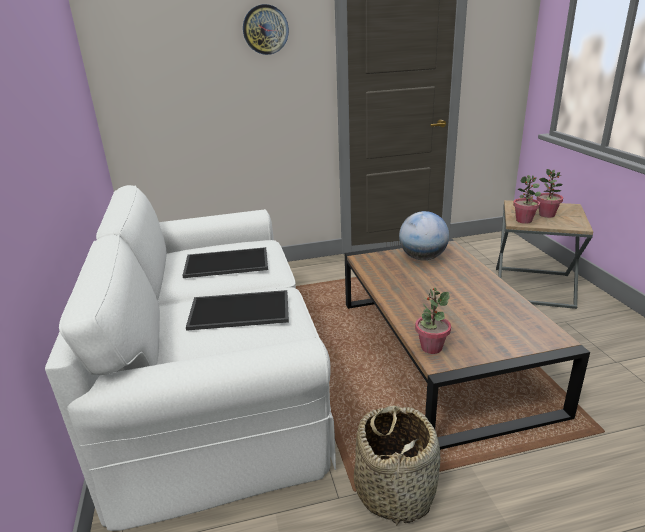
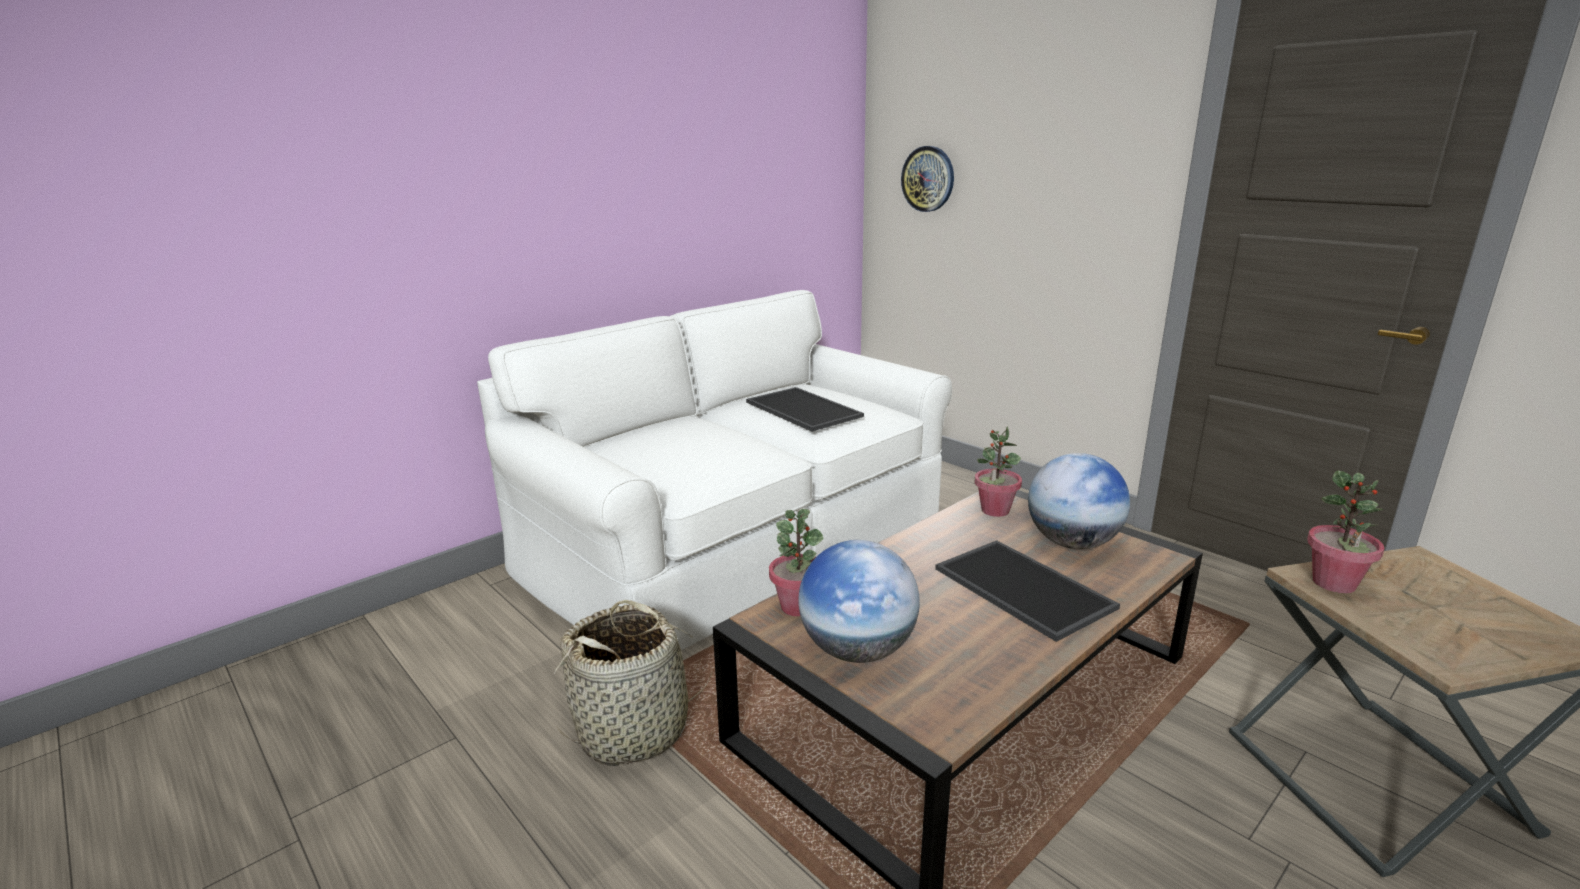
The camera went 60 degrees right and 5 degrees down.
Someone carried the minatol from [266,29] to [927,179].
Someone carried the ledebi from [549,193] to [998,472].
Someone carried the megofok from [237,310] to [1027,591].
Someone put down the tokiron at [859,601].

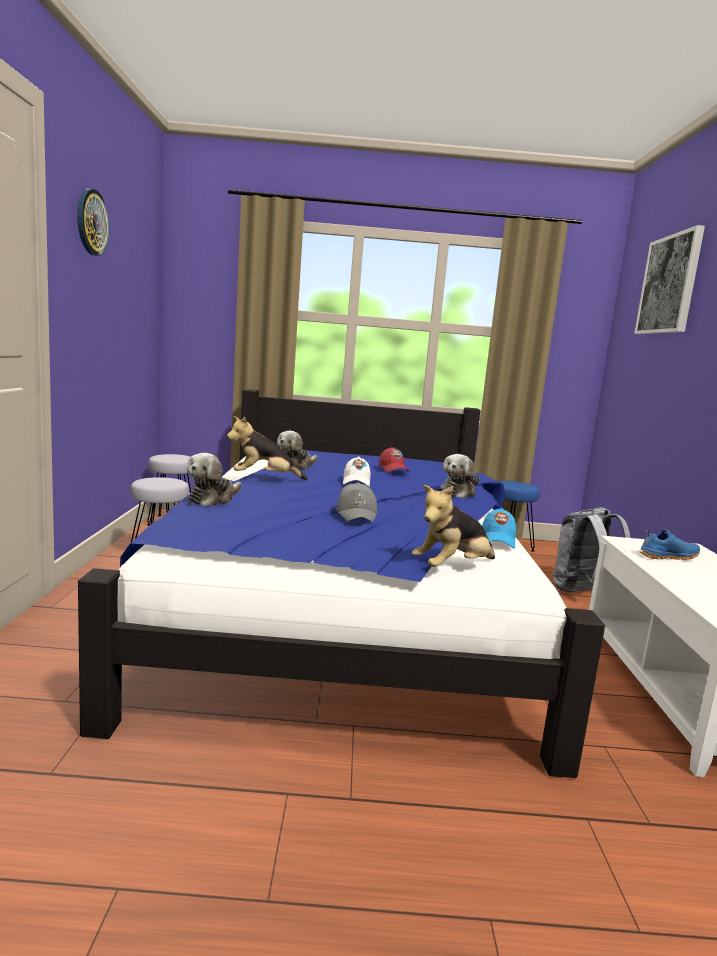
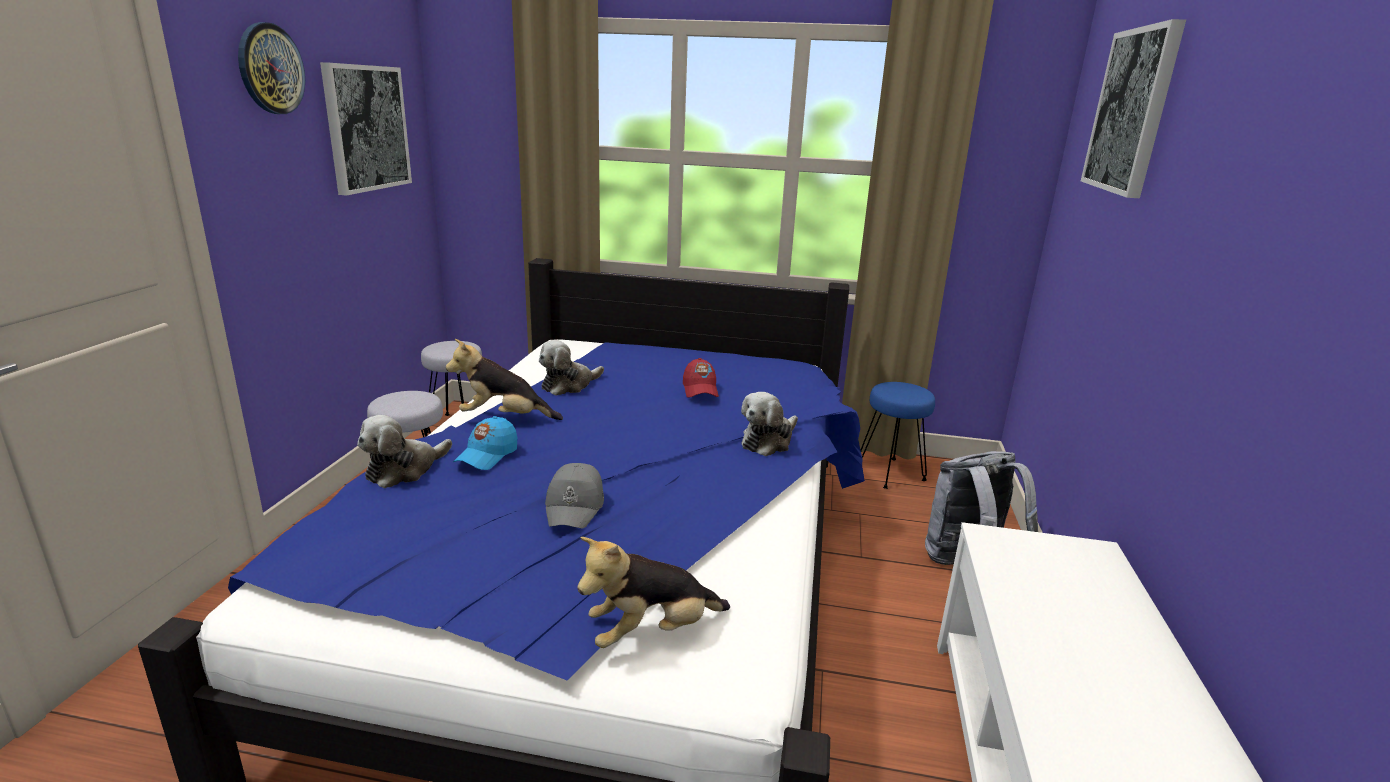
The camera went 10 degrees right and 10 degrees up.
Someone took away the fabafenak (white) at [357,471].
Someone carried the fabafenak (blue) from [499,528] to [485,443].
Someone took away the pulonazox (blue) at [669,545].
Someone put up the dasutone at [366,128].

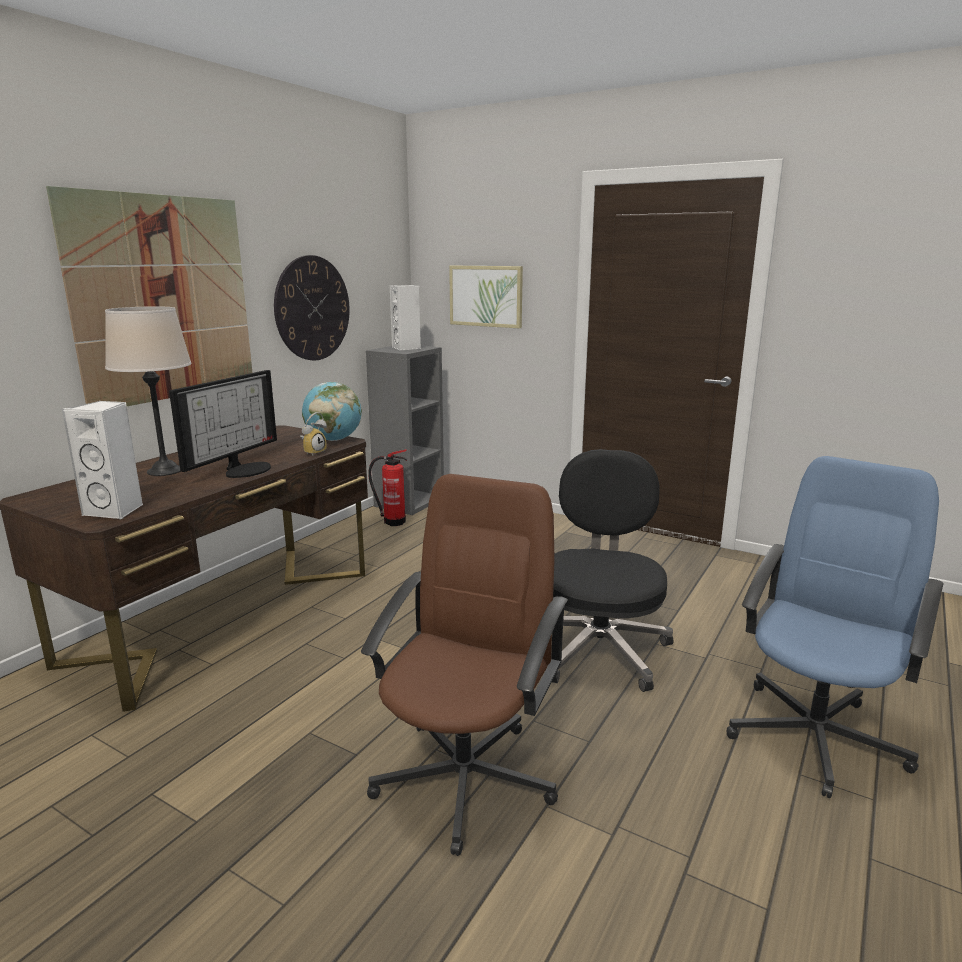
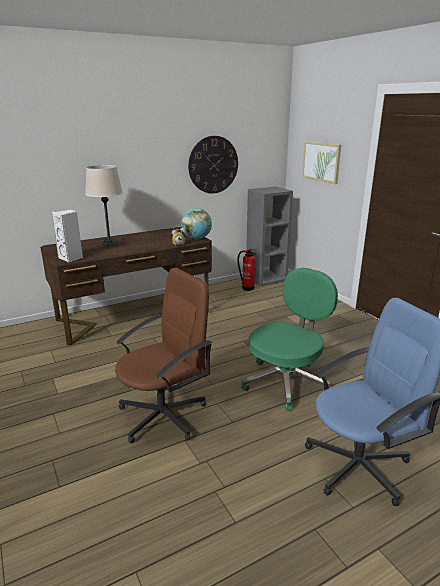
The camera went 30 degrees right and 5 degrees up.
Someone took away the dasutone at [149,296].
Someone took away the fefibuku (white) at [405,318].
Someone took away the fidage at [223,424].
Someone repainted the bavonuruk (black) at [613,570], which became the bavonuruk (green) at [289,339].

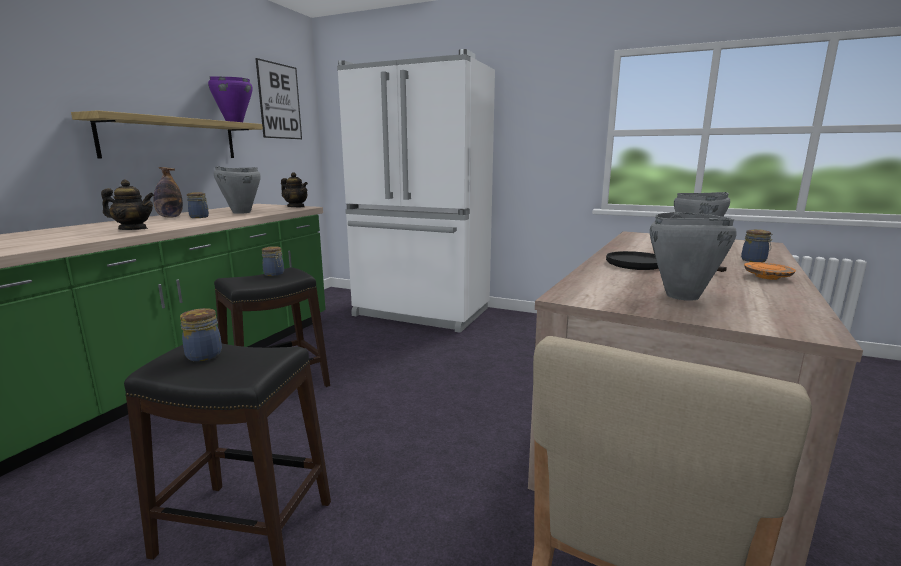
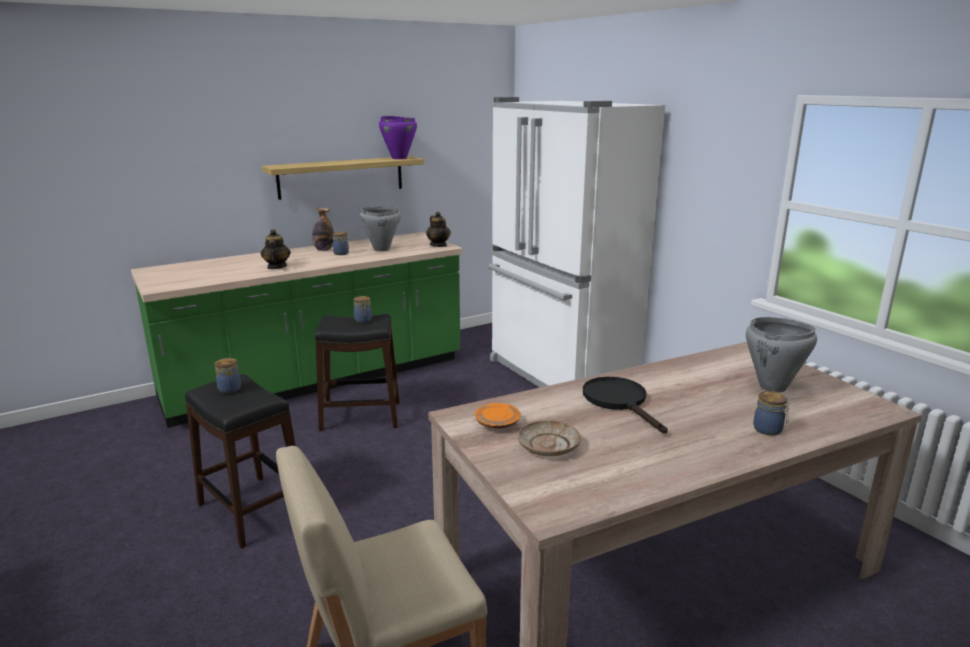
The camera went 35 degrees right and 5 degrees up.
Someone took away the dasutone at [278,98].
Someone rotated the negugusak at [127,205] by 135 degrees counterclockwise.
Someone swapped the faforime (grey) at [693,256] for the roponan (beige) at [549,438].
Someone carried the roponan (orange) from [770,271] to [497,416].

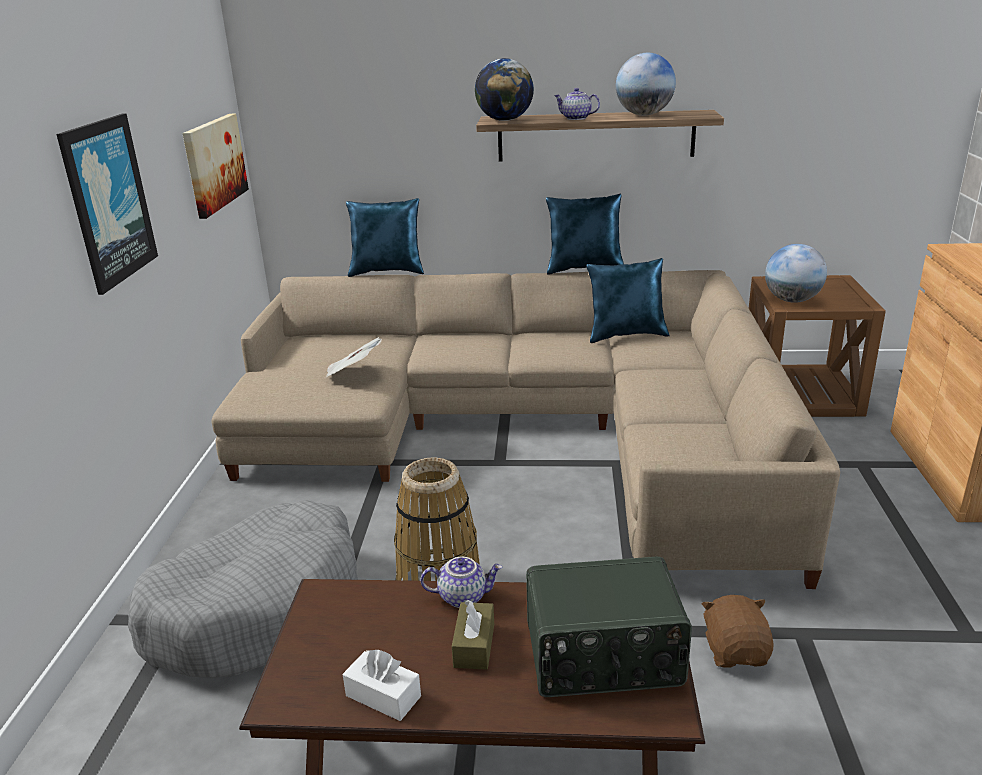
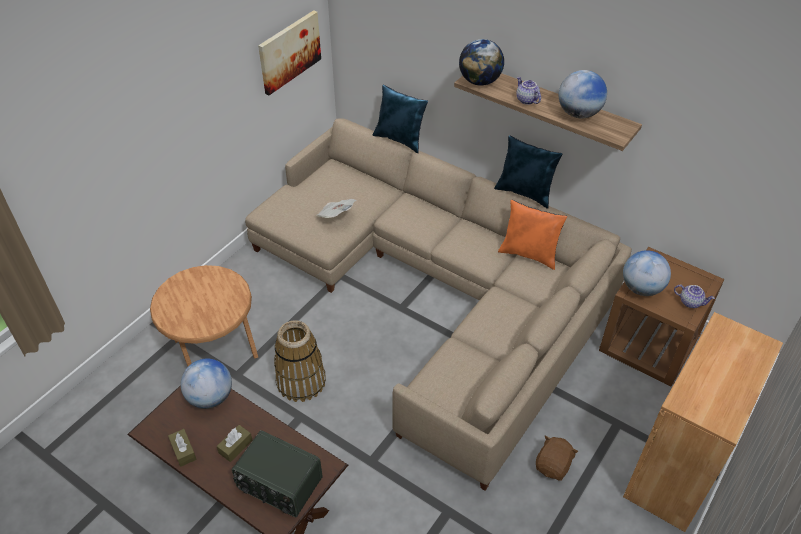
The camera went 30 degrees right and 20 degrees up.
Someone took away the dasutone at [107,204].
Someone repainted the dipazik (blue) at [628,300], which became the dipazik (orange) at [532,235].
Someone swapped the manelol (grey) at [243,589] for the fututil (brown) at [204,315].
Someone carried the negugusak from [461,582] to [694,296].
Someone carried the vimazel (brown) from [738,631] to [557,458].
Someone repainted the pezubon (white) at [382,685], which became the pezubon (brown) at [182,448].
Someone put down the tokiron at [206,384].

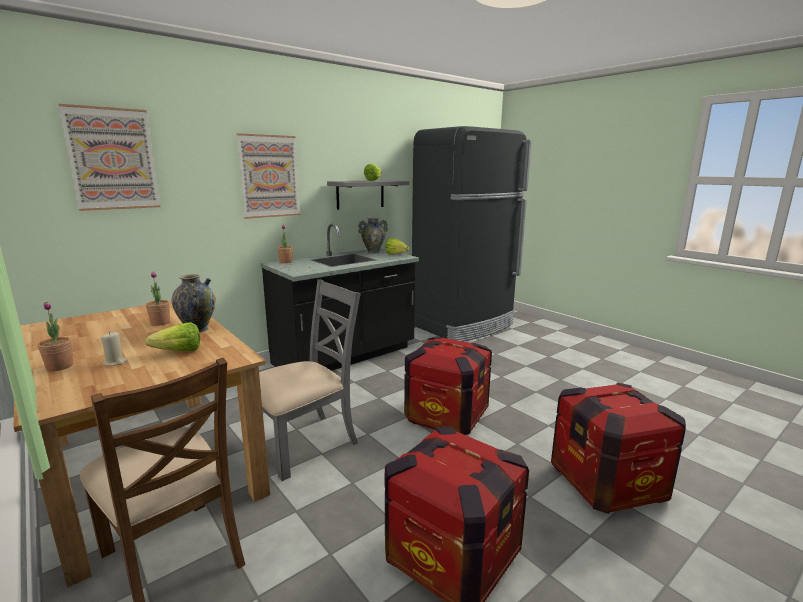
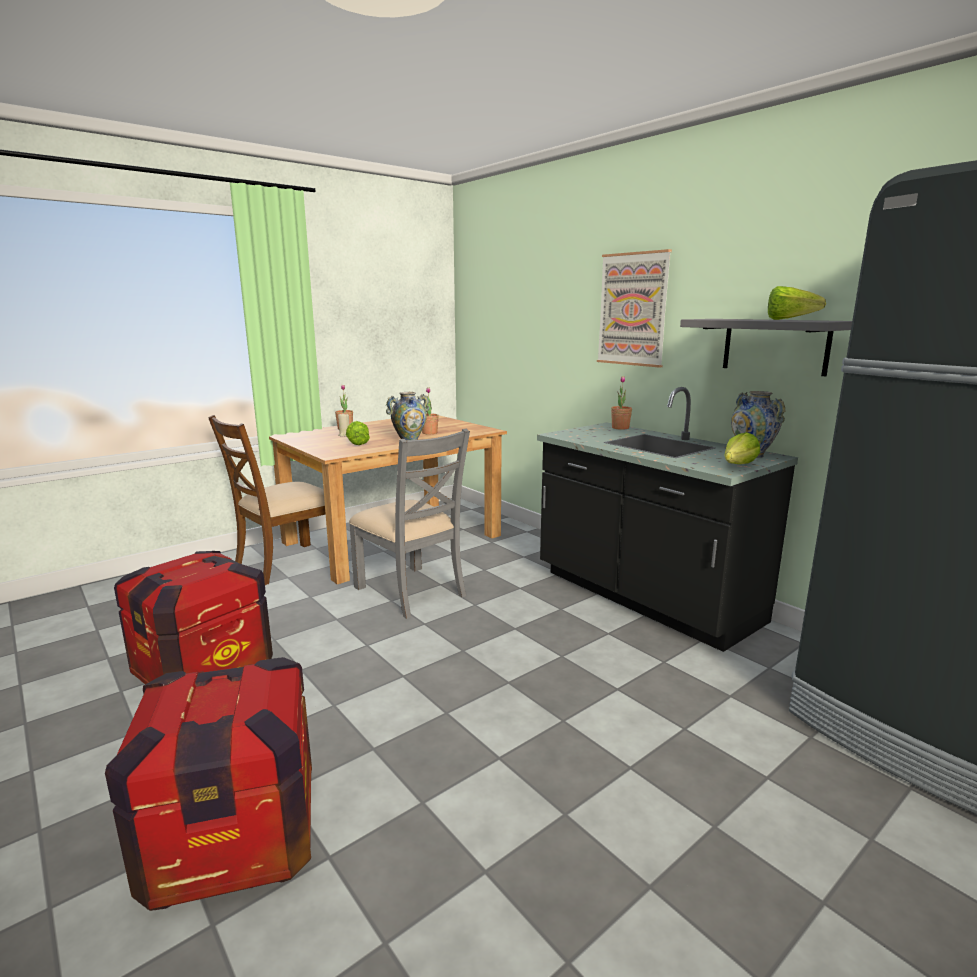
The camera went 90 degrees right and 0 degrees up.
Someone took away the dasutone at [109,157].
Someone took away the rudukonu at [448,386].

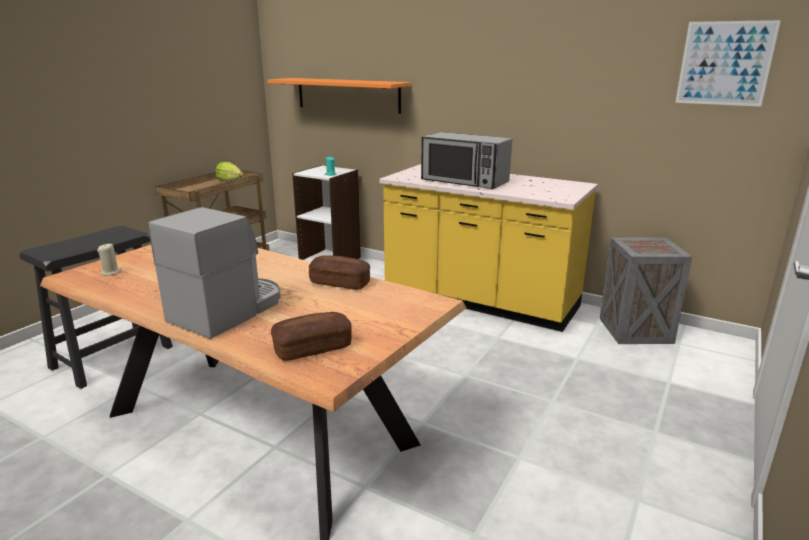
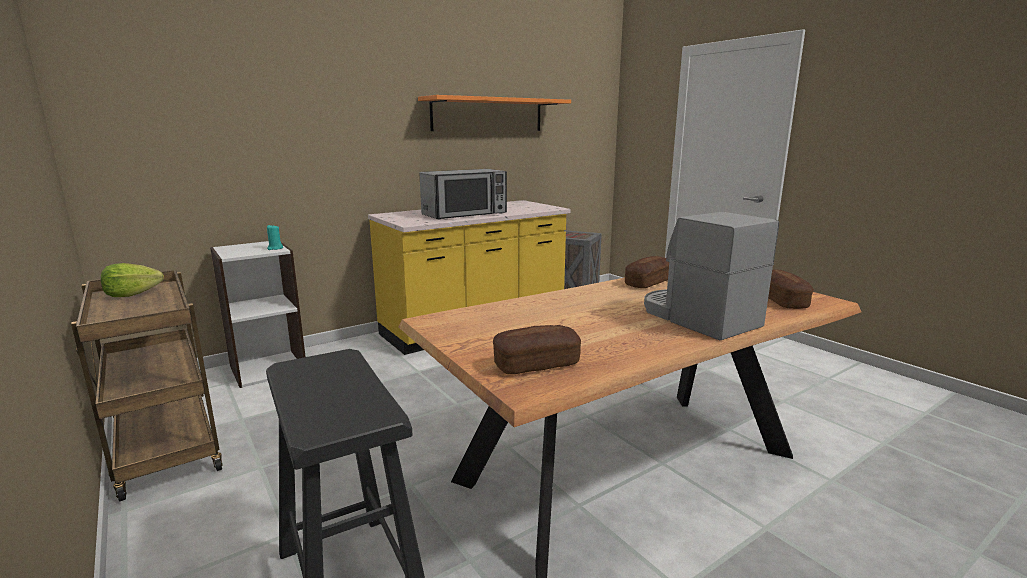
The camera went 65 degrees left and 5 degrees down.
Someone took away the dasutone at [728,63].
Someone carried the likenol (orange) from [339,96] to [494,113].
Someone swapped the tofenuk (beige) at [109,259] for the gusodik at [537,349].

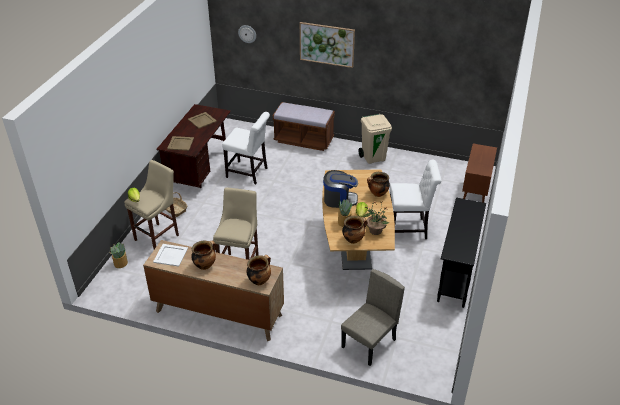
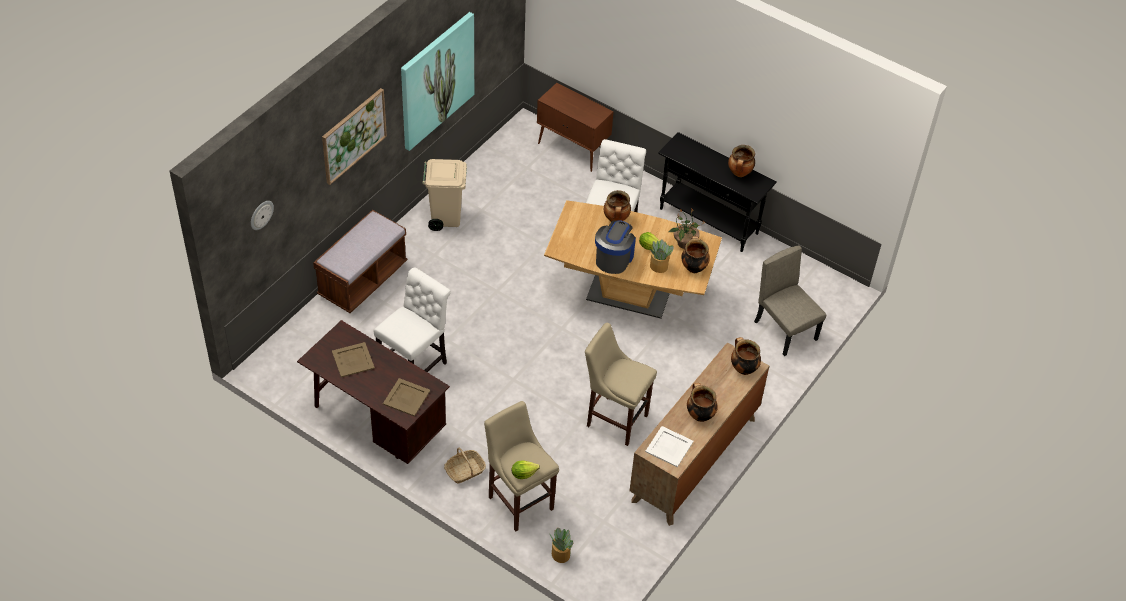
The camera went 75 degrees left and 10 degrees up.
Someone put up the dasutone at [437,81].
Someone put down the faforime at [741,161].

